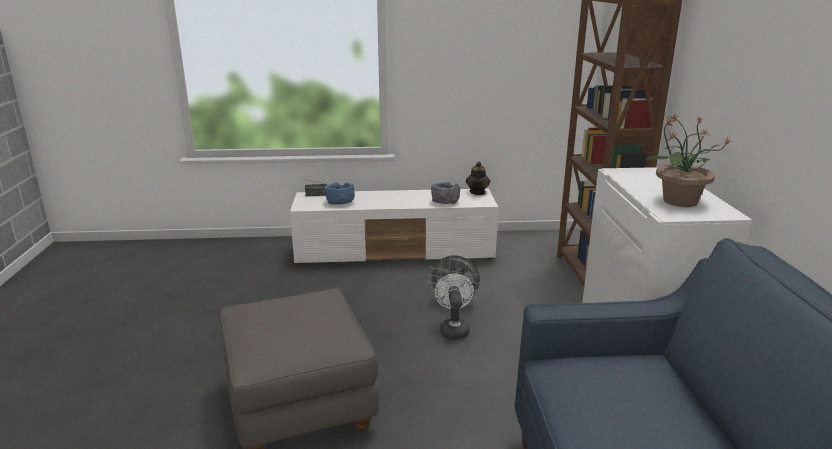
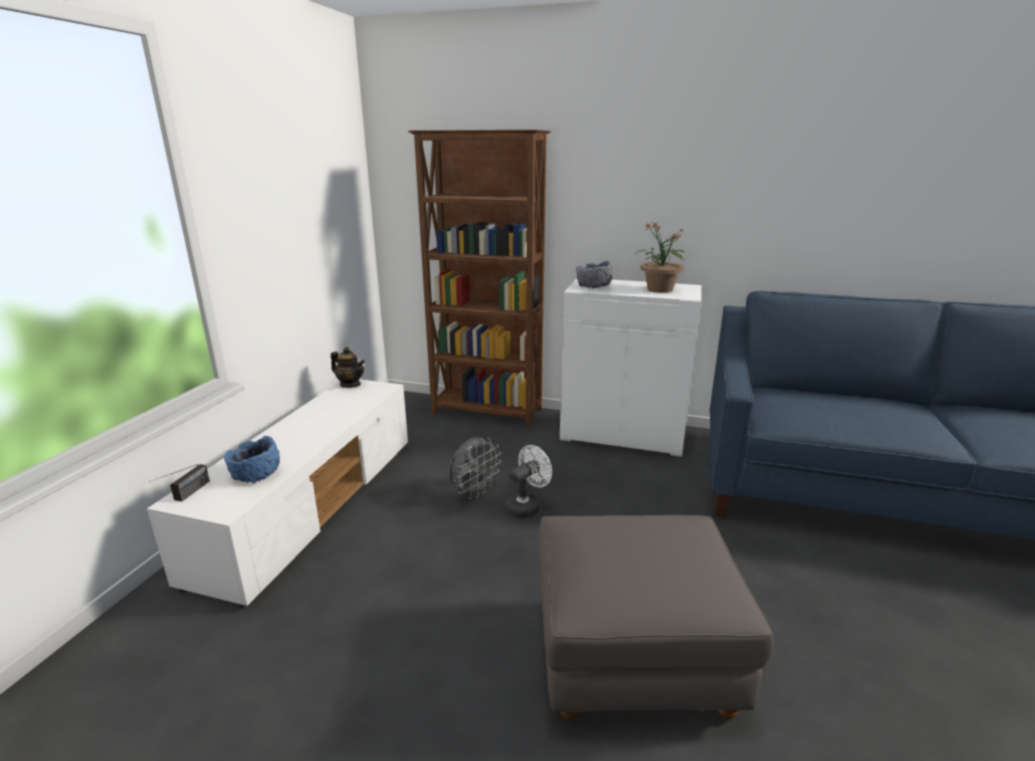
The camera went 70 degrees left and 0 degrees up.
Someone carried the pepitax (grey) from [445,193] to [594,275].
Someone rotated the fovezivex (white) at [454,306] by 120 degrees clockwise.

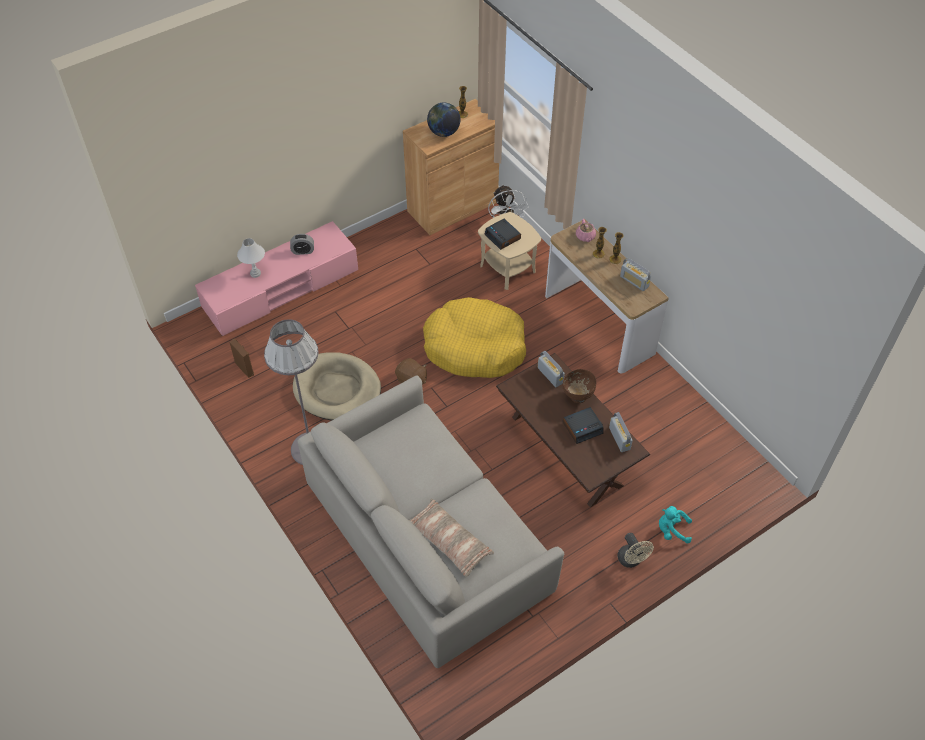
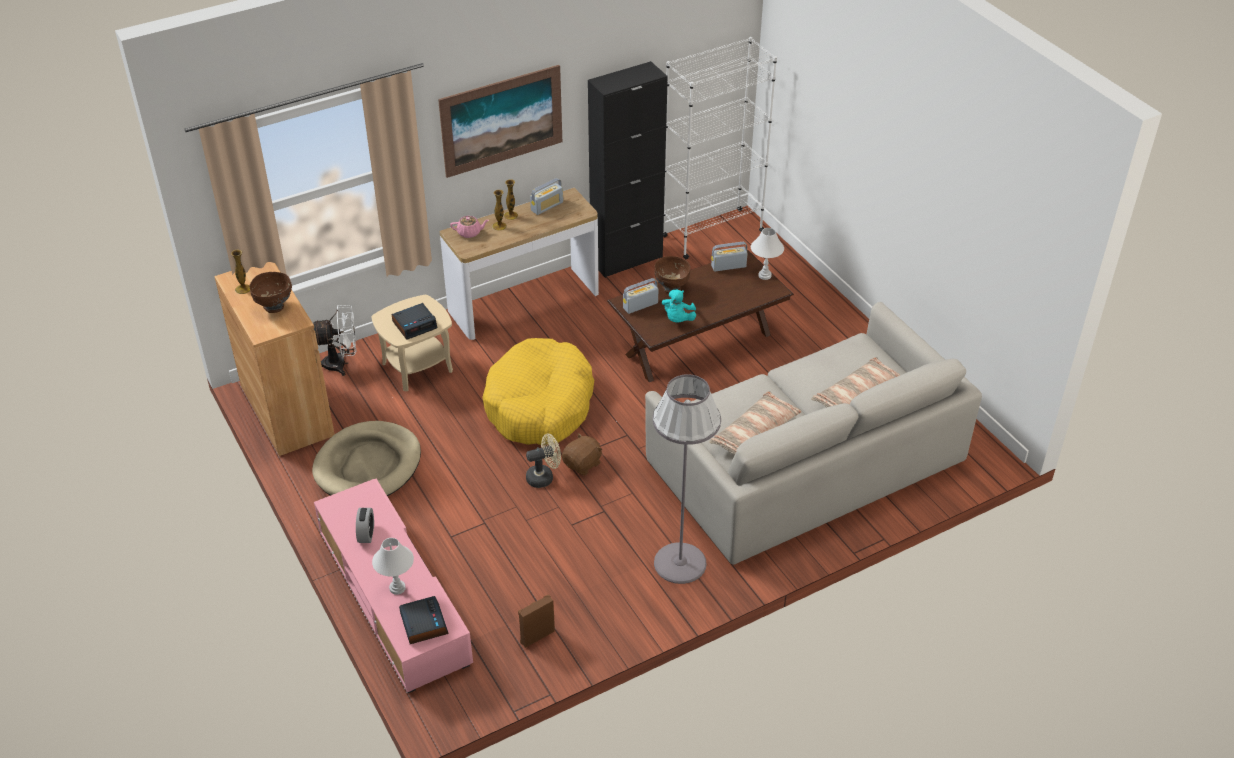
The camera went 85 degrees left and 10 degrees down.
Someone swapped the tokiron at [444,120] for the pepitax (brown) at [271,292].
Someone carried the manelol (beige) from [337,386] to [366,458].
Someone carried the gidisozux from [583,425] to [424,620].
Someone carried the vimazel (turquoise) from [675,525] to [679,306].
Someone carried the fovezivex (beige) from [635,550] to [543,460].
Someone put down the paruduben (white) at [720,148].
Someone put down the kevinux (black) at [628,169].
Someone put up the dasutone at [500,121].
Someone put down the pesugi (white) at [767,254].
Someone put down the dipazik at [755,423].

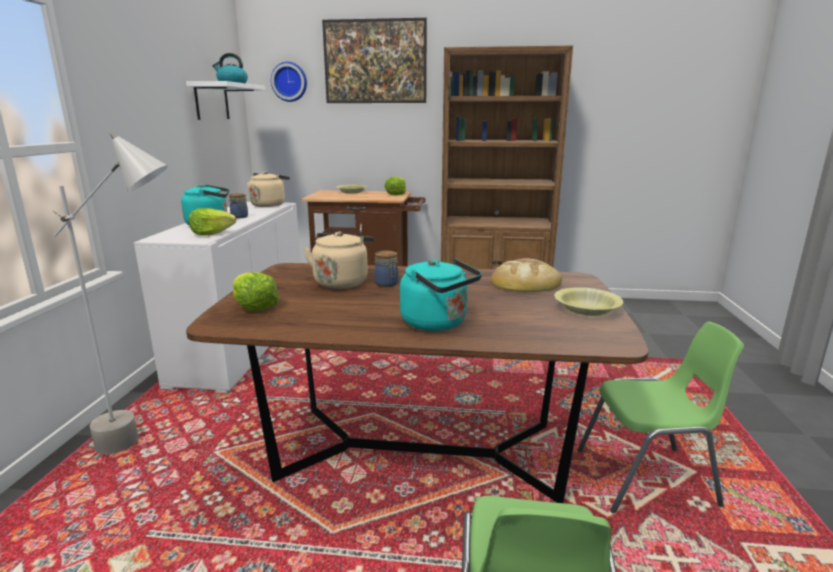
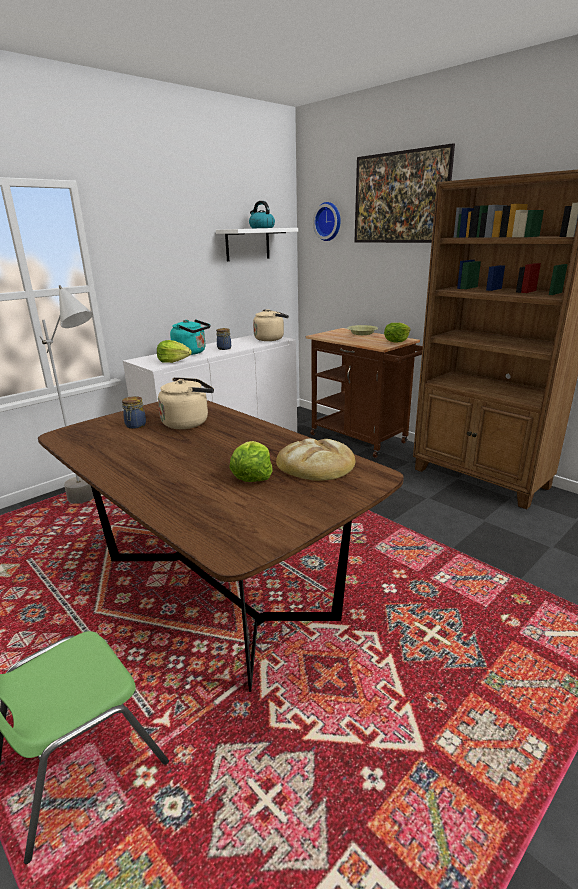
The camera went 40 degrees right and 5 degrees up.
Someone carried the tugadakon from [386,269] to [134,412].
Someone took away the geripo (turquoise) at [441,294].
Someone carried the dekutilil from [255,291] to [250,461].
Someone took away the pepitax (yellow) at [588,301].
Someone took away the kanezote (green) at [660,417].

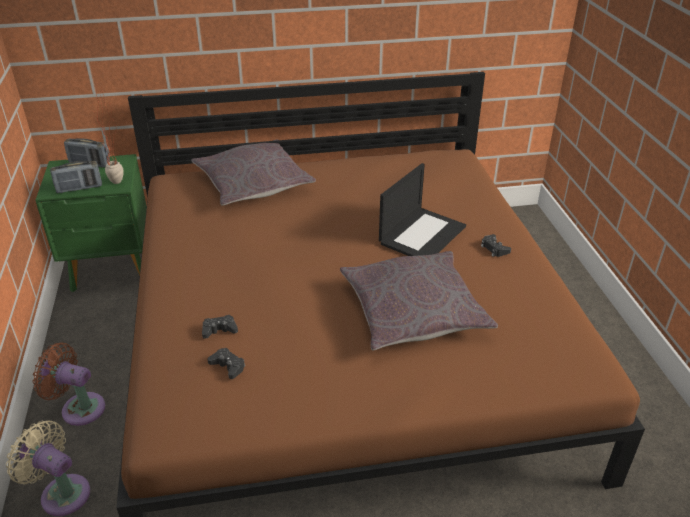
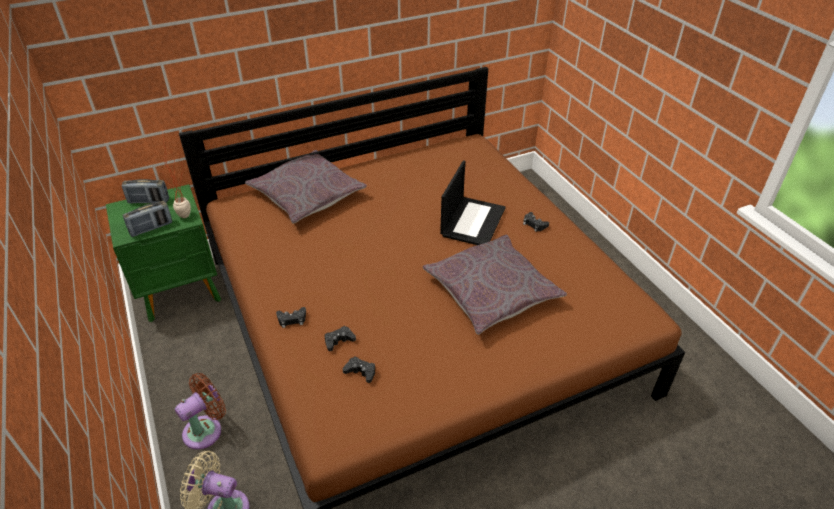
The camera went 15 degrees left and 5 degrees up.
Someone rotated the fovezivex (brown) at [69,384] by 135 degrees clockwise.
Someone put down the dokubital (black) at [291,317].

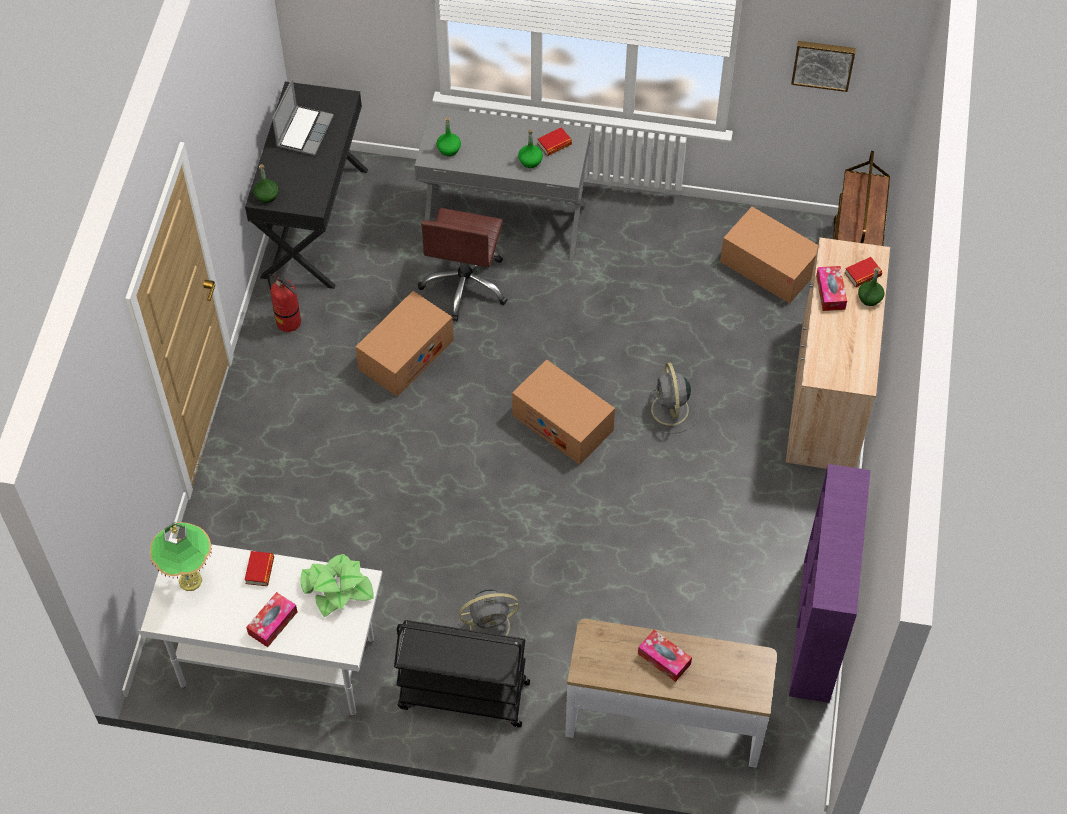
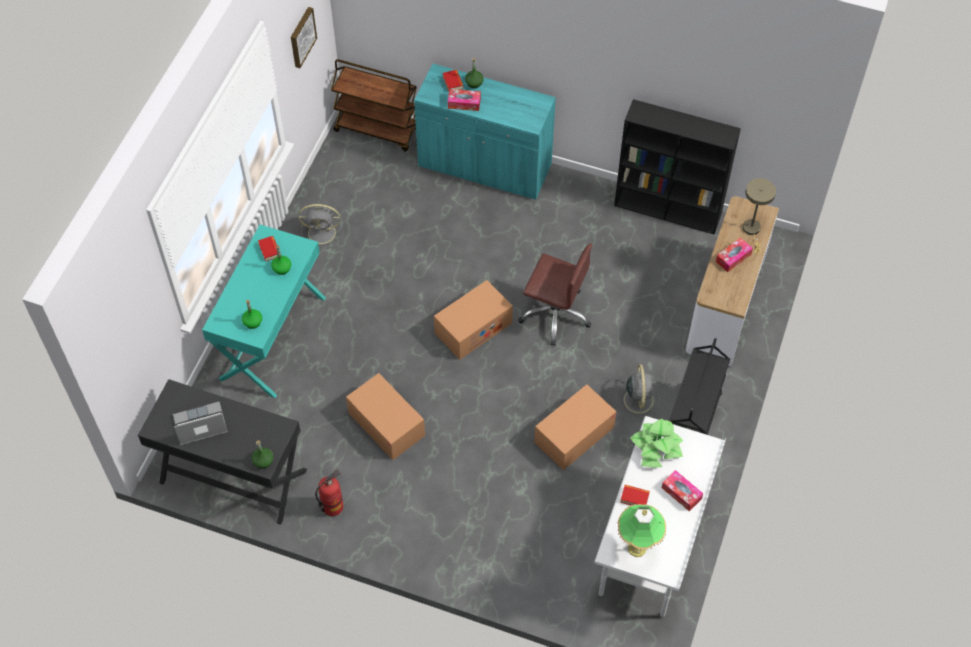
The camera went 80 degrees left and 0 degrees up.
Someone rotated the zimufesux at [303,117] by 45 degrees counterclockwise.
Someone repainted the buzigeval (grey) at [503,183], which became the buzigeval (turquoise) at [264,311].
Someone carried the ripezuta from [769,255] to [575,427].
Someone carried the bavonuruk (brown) from [462,264] to [555,295].
Someone repainted the kevinux (beige) at [838,353], which became the kevinux (turquoise) at [485,132].
Someone carried the fovezivex (grey) from [671,398] to [321,226].
Someone repainted the paruduben (purple) at [830,583], which became the paruduben (black) at [677,167].
Someone put down the pesugi (beige) at [759,215].

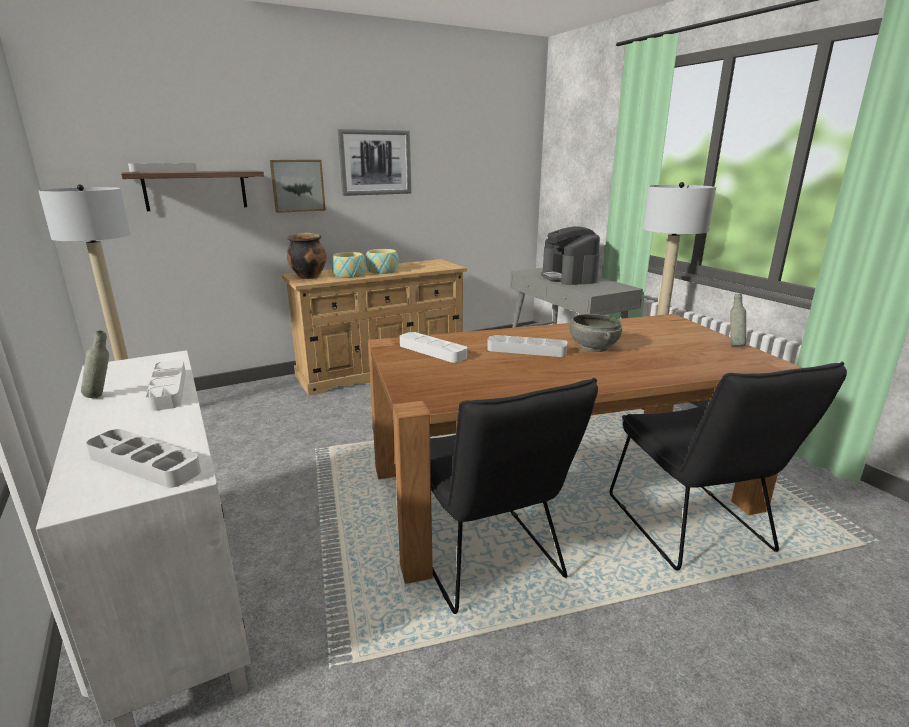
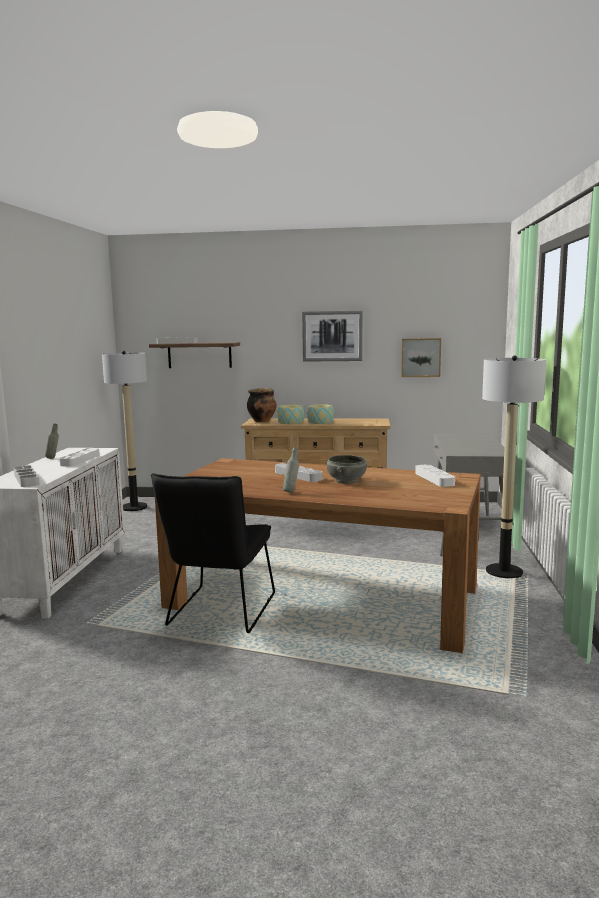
The camera went 35 degrees right and 10 degrees down.
Someone carried the dasutone from [298,186] to [421,357].
Someone took away the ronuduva at [570,255].
Someone carried the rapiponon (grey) from [738,320] to [291,470].
Someone carried the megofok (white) from [433,347] to [435,475].
Someone took away the kanezote (black) at [728,465].

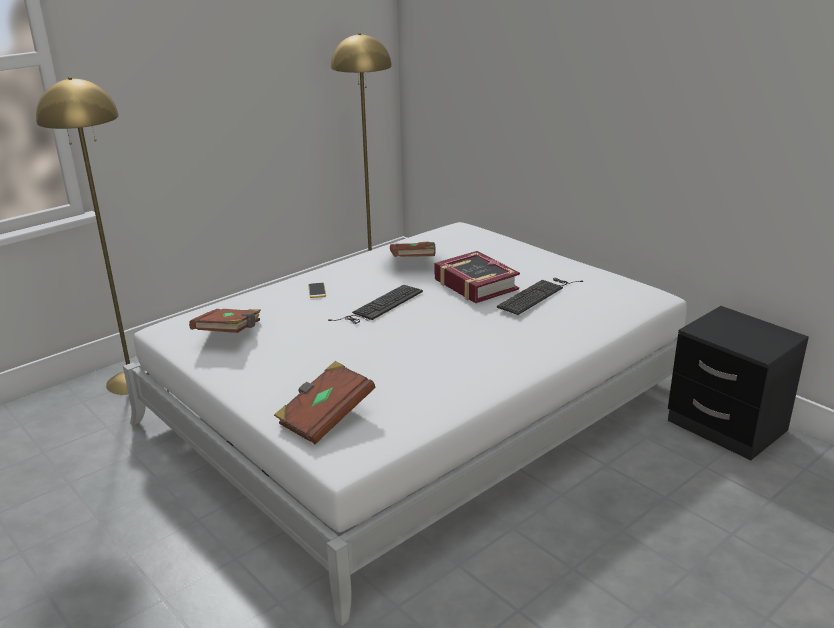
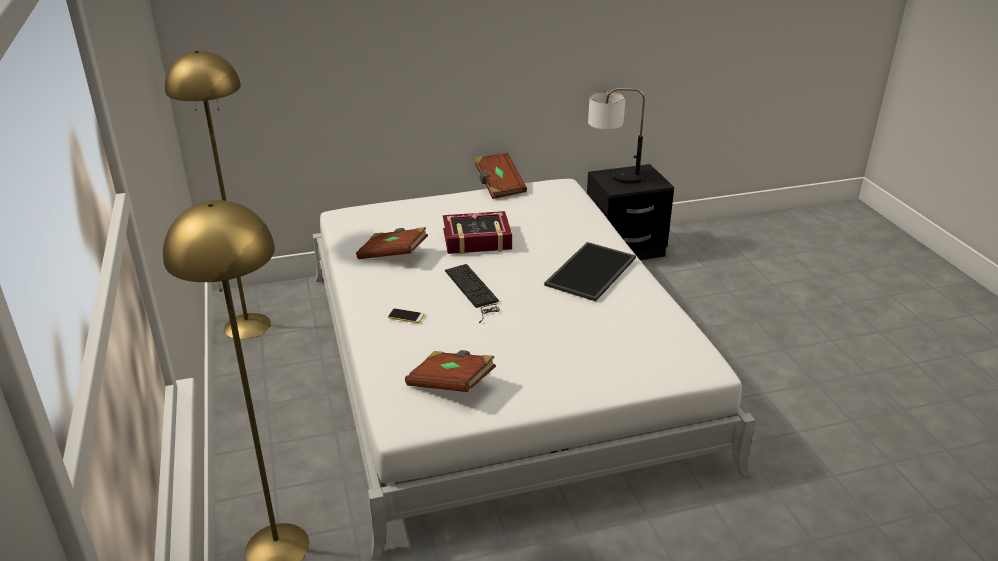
The camera went 65 degrees left and 5 degrees up.
Someone took away the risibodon at [540,296].
Someone carried the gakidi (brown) from [324,402] to [501,176].
Someone put down the pesugi at [616,136].
Someone put down the megofok at [590,271].

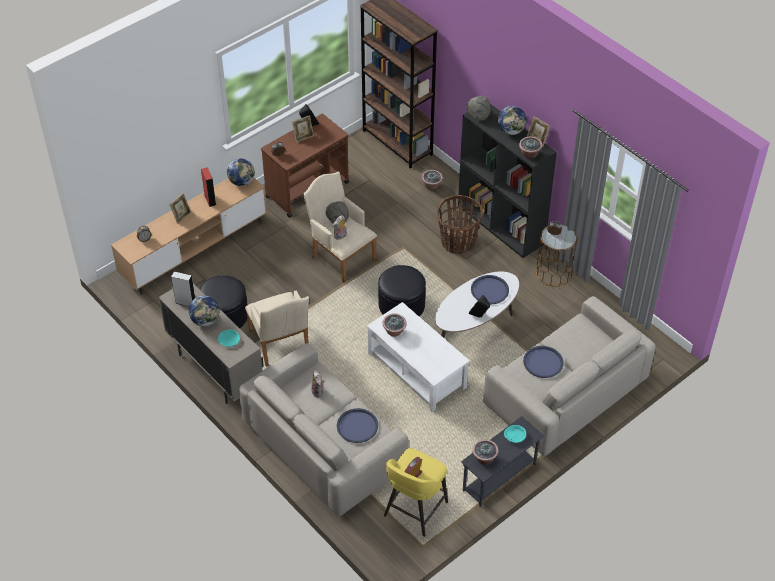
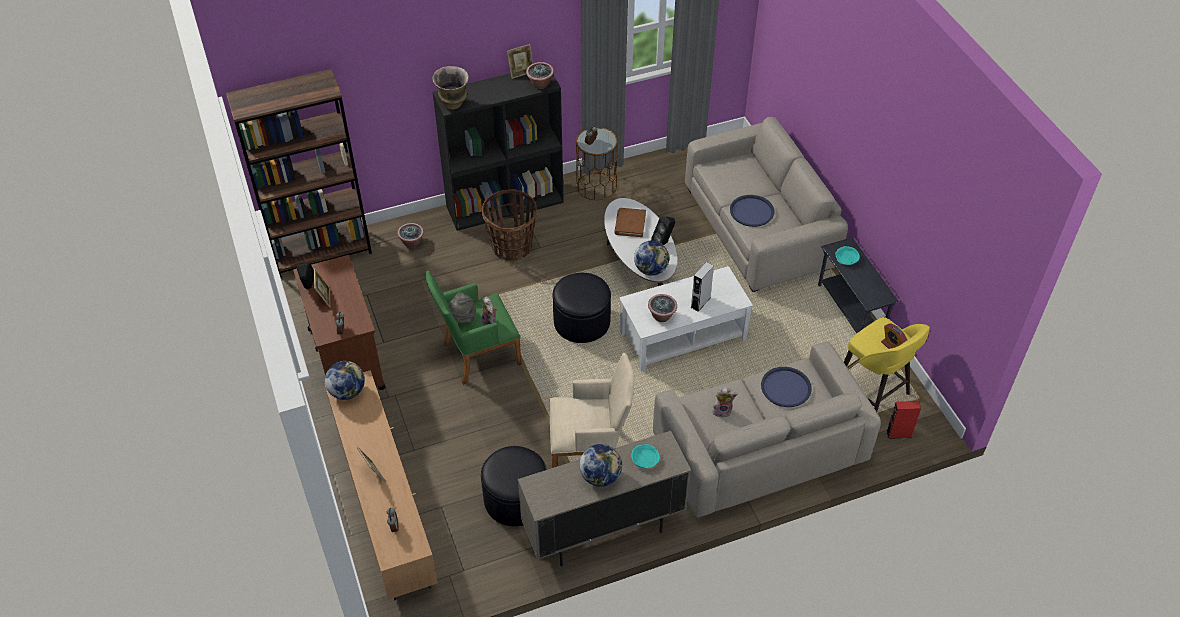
The camera went 70 degrees left and 0 degrees up.
Someone swapped the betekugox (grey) at [478,108] for the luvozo at [450,88].
Someone carried the tokiron from [512,120] to [651,258].
Someone carried the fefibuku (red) from [208,187] to [903,420].
Someone repainted the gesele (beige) at [340,227], which became the gesele (green) at [473,328].
Someone carried the fefibuku (grey) from [183,289] to [702,287].
Someone swapped the megofok (blue) at [490,289] for the gakidi (brown) at [630,222].
Someone took away the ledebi at [485,452].

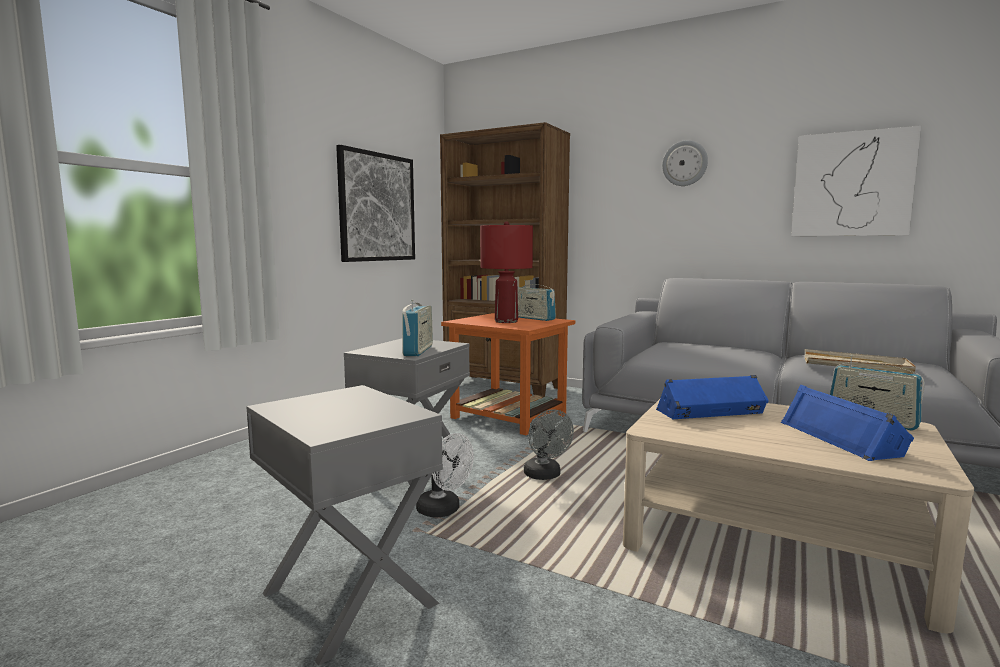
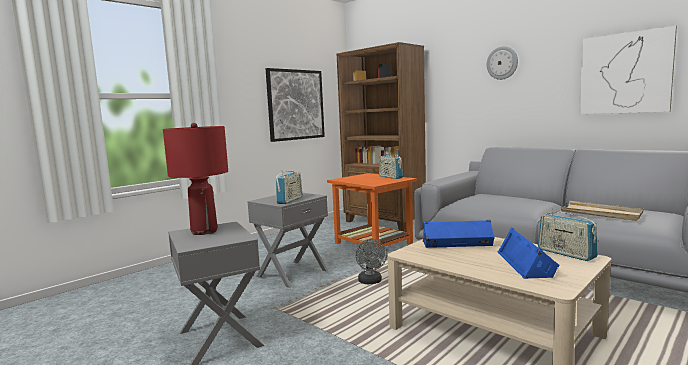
The camera went 15 degrees right and 0 degrees up.
Someone carried the pesugi (red) from [506,272] to [195,179].
Someone took away the fovezivex (white) at [445,475].

